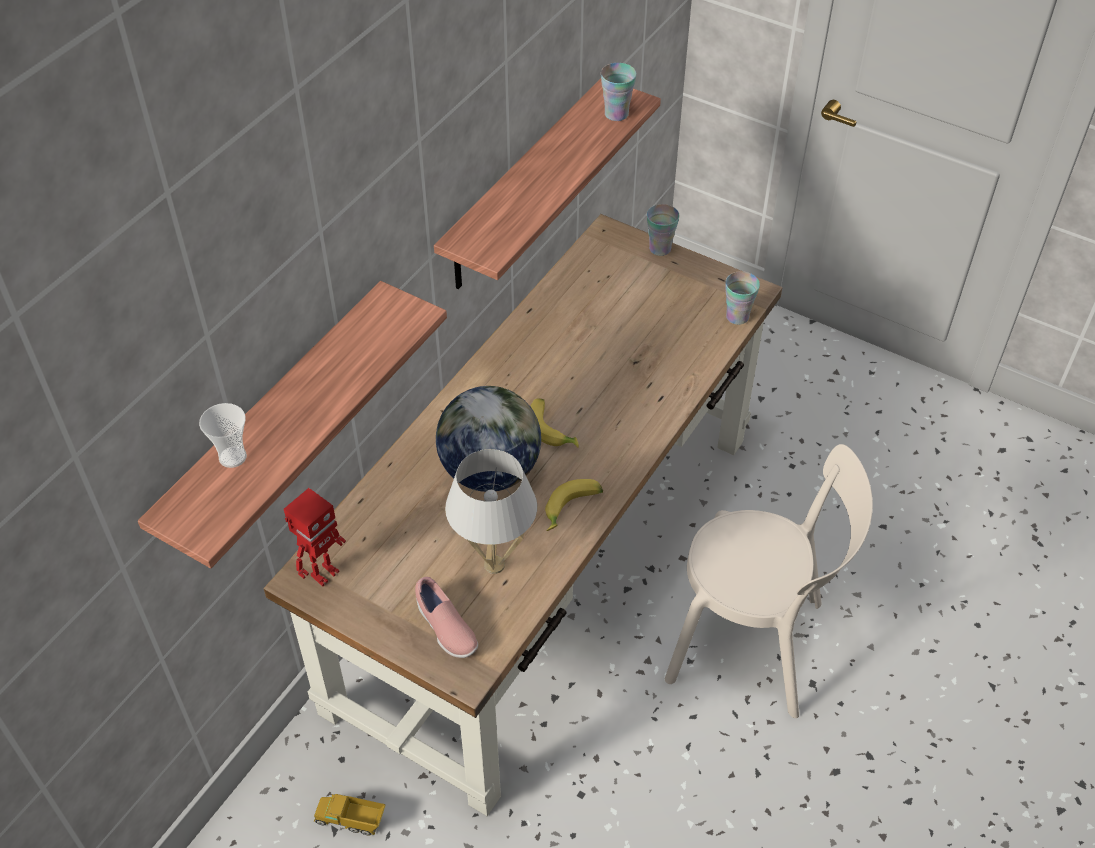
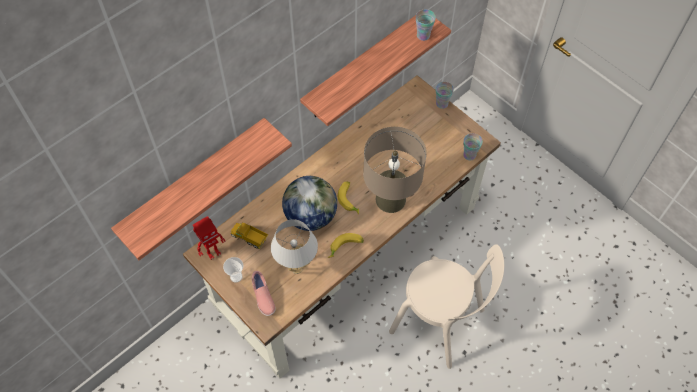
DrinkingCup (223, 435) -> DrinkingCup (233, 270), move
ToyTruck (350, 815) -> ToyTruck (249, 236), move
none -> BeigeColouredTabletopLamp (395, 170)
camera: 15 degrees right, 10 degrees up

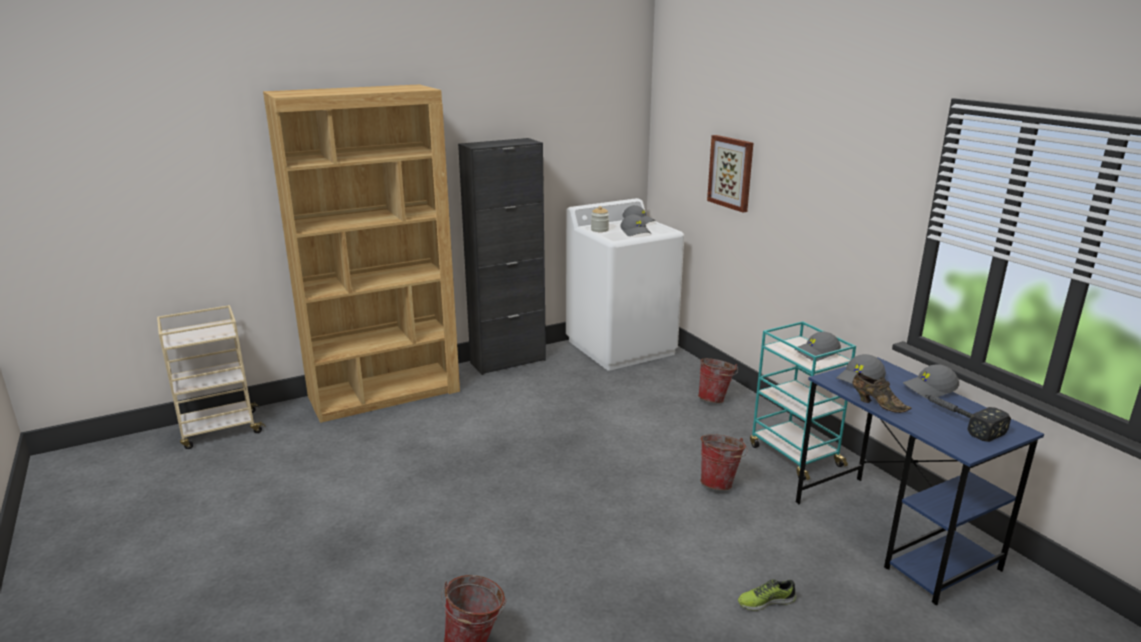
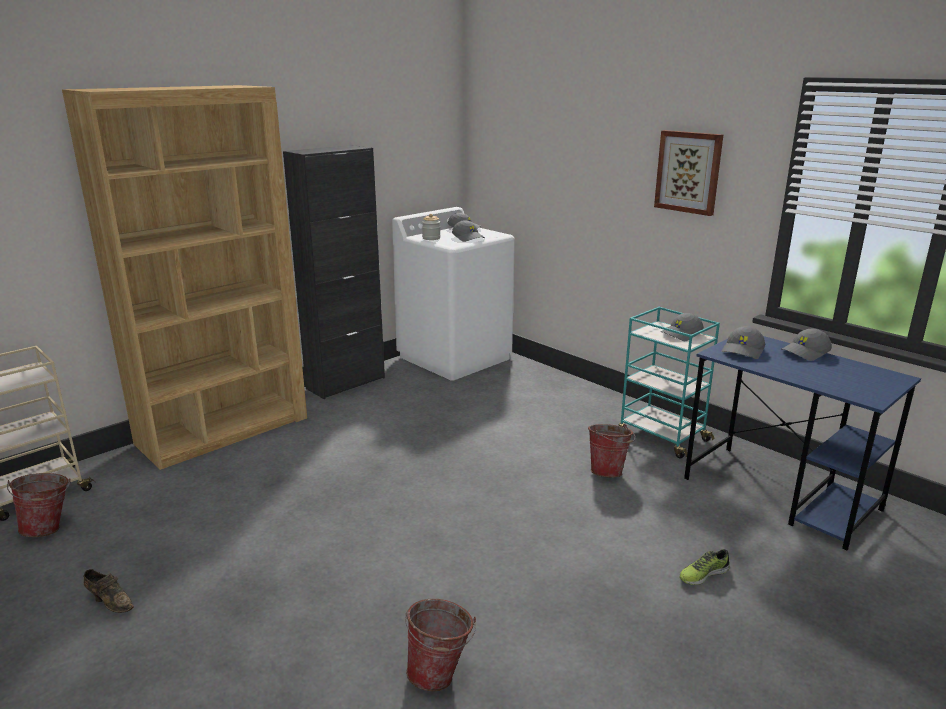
Bucket (718, 380) -> Bucket (39, 505), move
BrownShoe (881, 392) -> BrownShoe (109, 591), move
Picture (730, 173) -> Picture (688, 173), move
Hammer (968, 418) -> none
camera: 15 degrees left, 0 degrees up

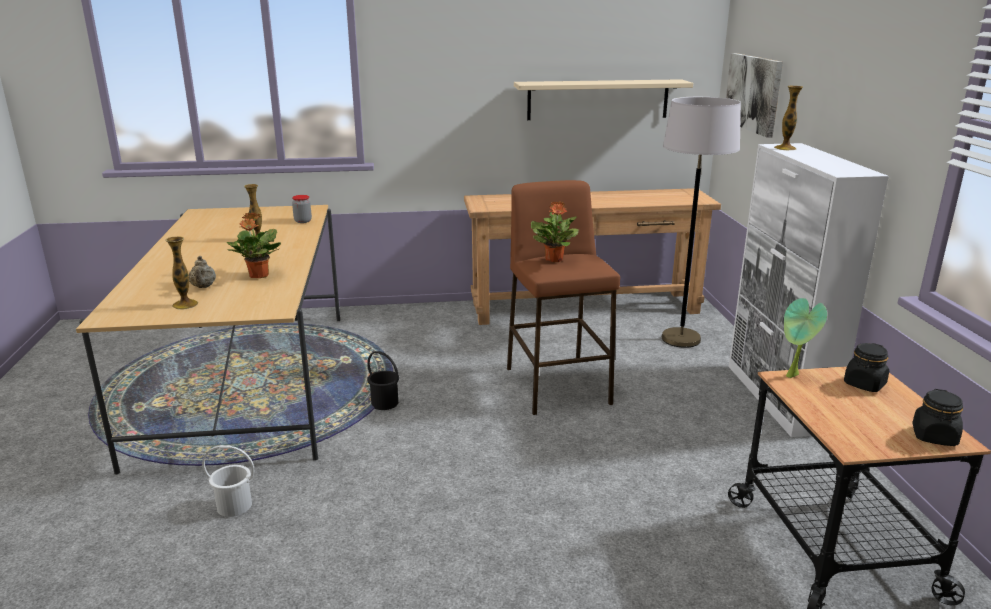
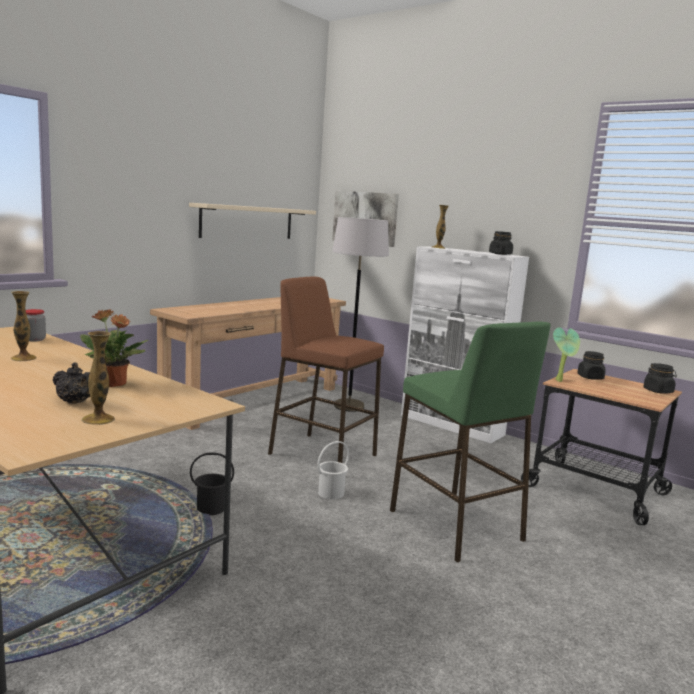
BeigeColouredPotForTea (202, 272) -> BlackPotForTea (71, 383)
WhiteBucket (228, 481) -> WhiteBucket (333, 470), move
none -> GreenColouredStool (470, 442)
none -> BlackJar (501, 243)
Houseplant (555, 231) -> none
camera: 45 degrees left, 10 degrees down

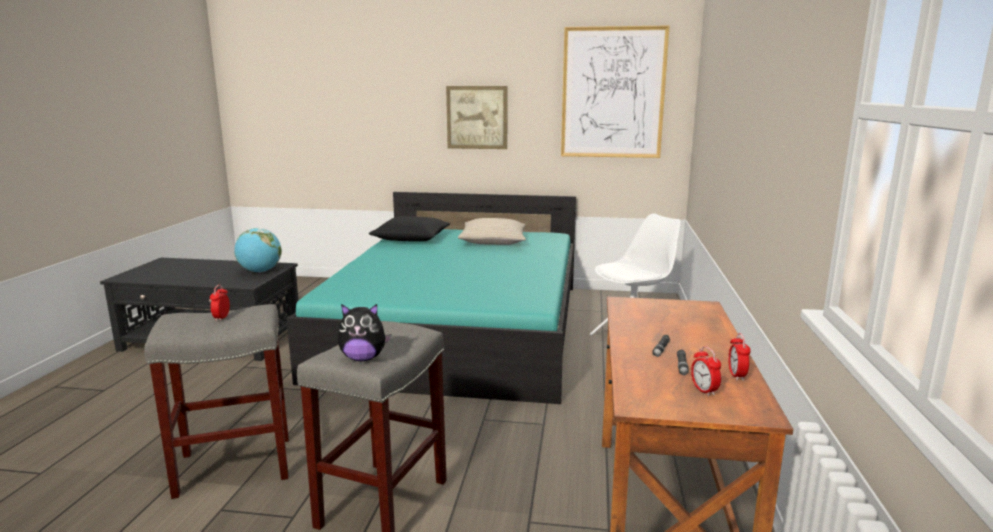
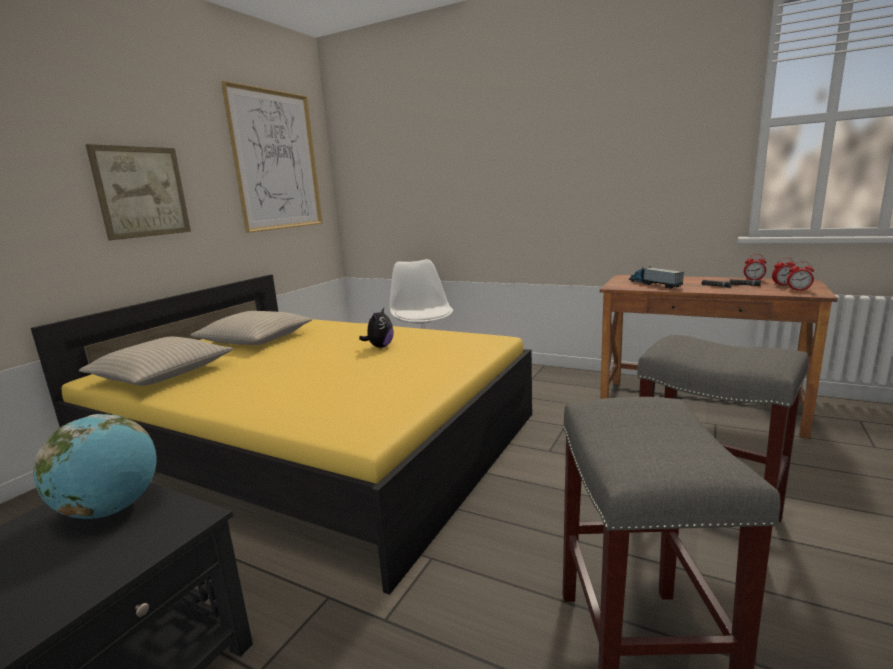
TurquoiseBed (431, 298) -> YellowishBed (281, 435)
BlackCushion (409, 229) -> BeigeColouredCushion (156, 361)
CuddlyToy (365, 332) -> CuddlyToy (376, 328), move
none -> ToyTruck (656, 277)
BedsideClock (220, 303) -> BedsideClock (800, 276), move
camera: 70 degrees left, 0 degrees up

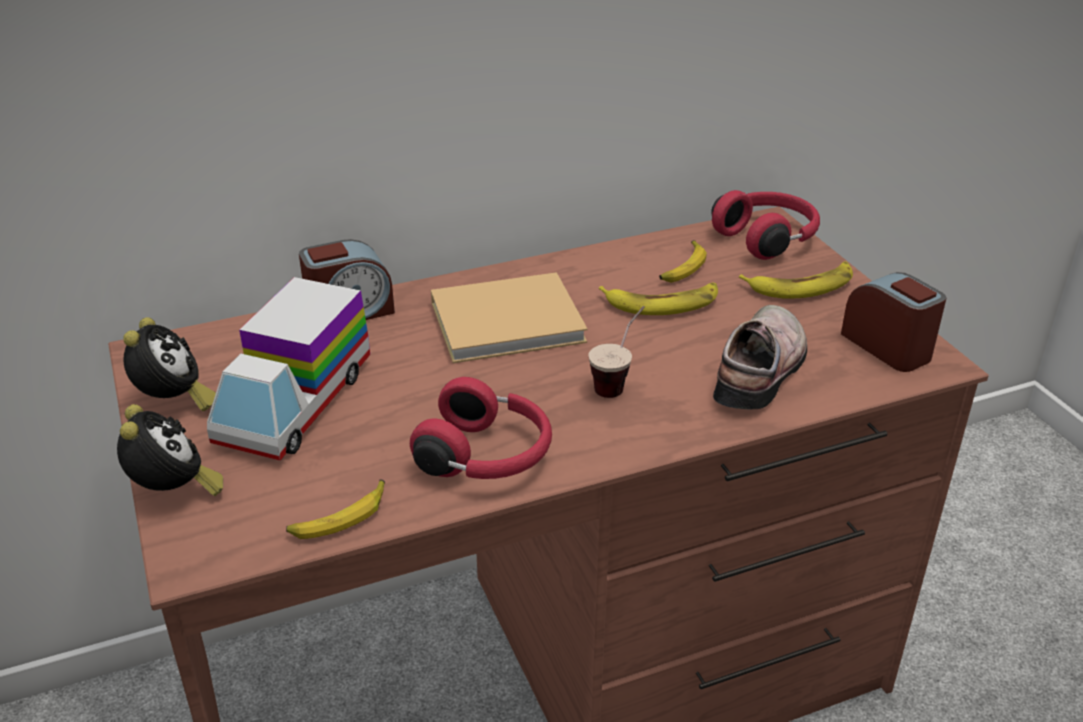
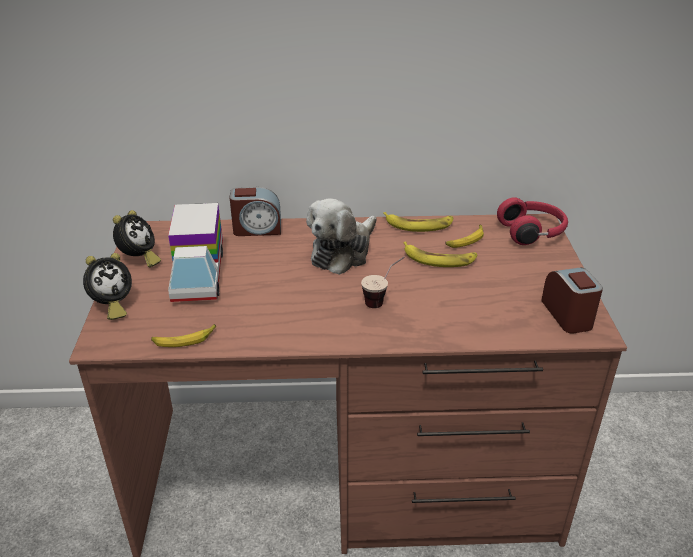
BedsideClock (170, 450) -> BedsideClock (107, 286), 45 degrees clockwise
ToyTruck (288, 369) -> ToyTruck (195, 252), 45 degrees counterclockwise
BeigeColouredBook (509, 317) -> CuddlyToy (341, 236)
BananaFruit (796, 280) -> BananaFruit (418, 222), move
ReddishPairOfHeadphones (481, 428) -> none
Shoe (760, 357) -> none
camera: 20 degrees right, 0 degrees up

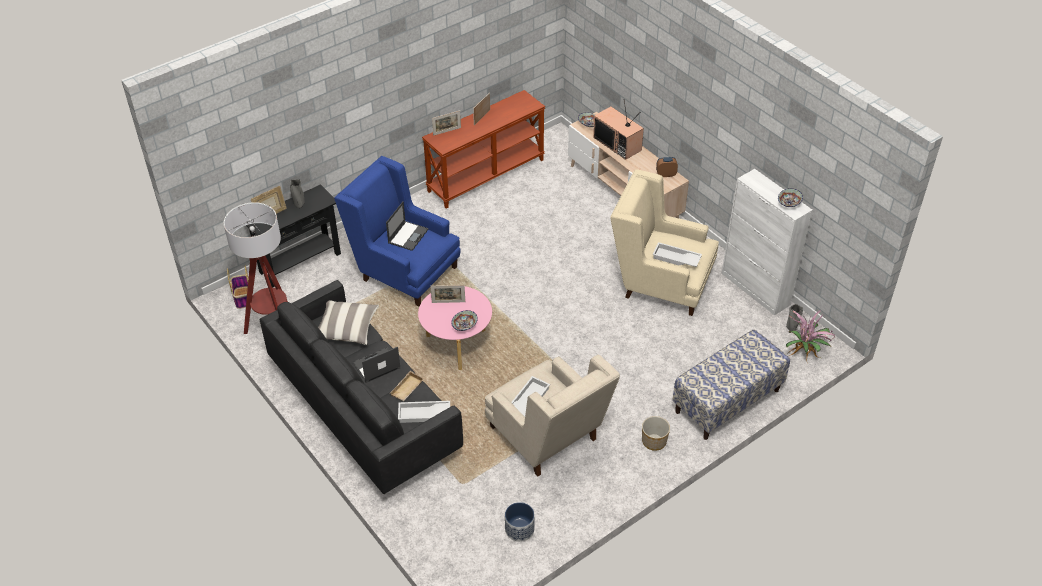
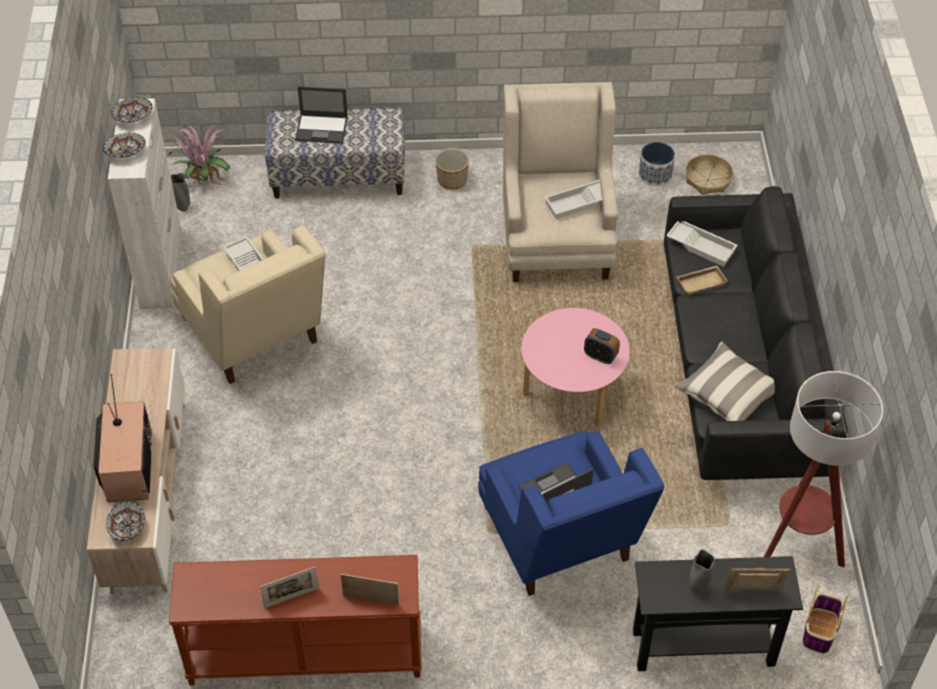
Bowl (464, 320) -> Bowl (124, 145), move
Laptop (377, 365) -> Laptop (321, 115), move
BedsideClock (667, 167) -> BedsideClock (602, 346), move
none -> StorageBasket (709, 174)
StandingFrame (447, 294) -> none
camera: 145 degrees left, 5 degrees up

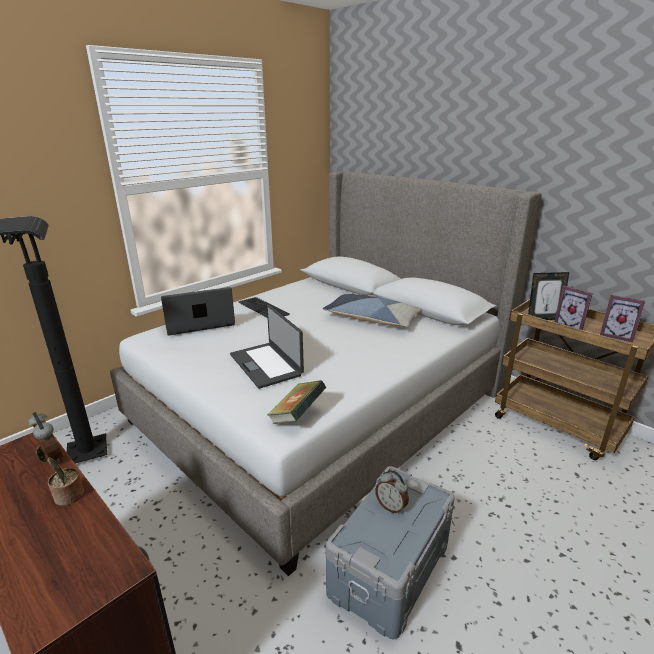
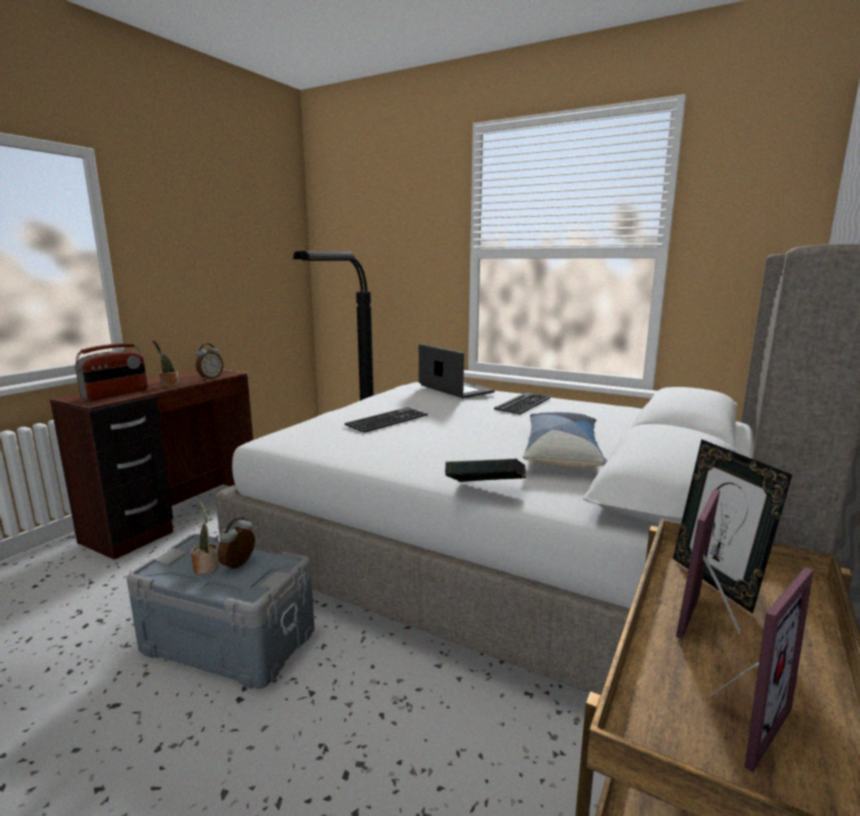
none -> RadioSet (111, 371)
none -> Houseplant (205, 538)
Laptop (267, 347) -> PcKeyboard (386, 420)
Book (296, 402) -> Book (485, 470), move
StandingFrame (622, 319) -> StandingFrame (760, 669), 150 degrees counterclockwise
camera: 75 degrees right, 10 degrees down

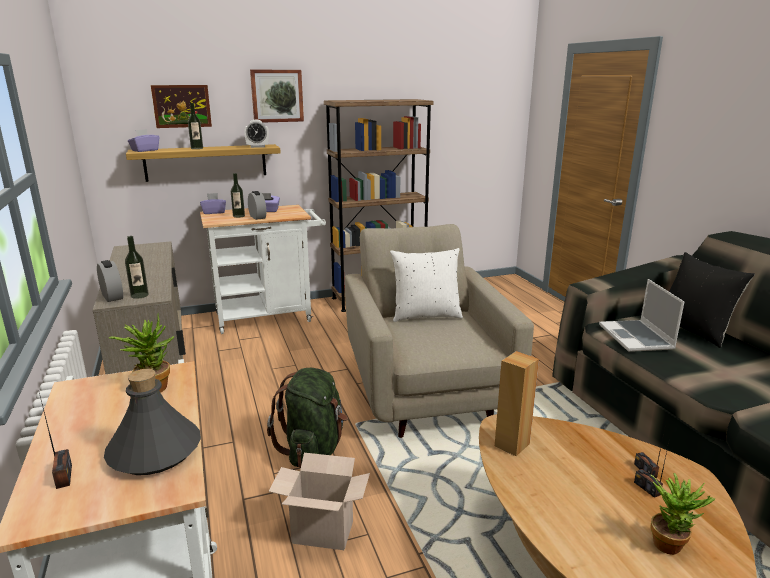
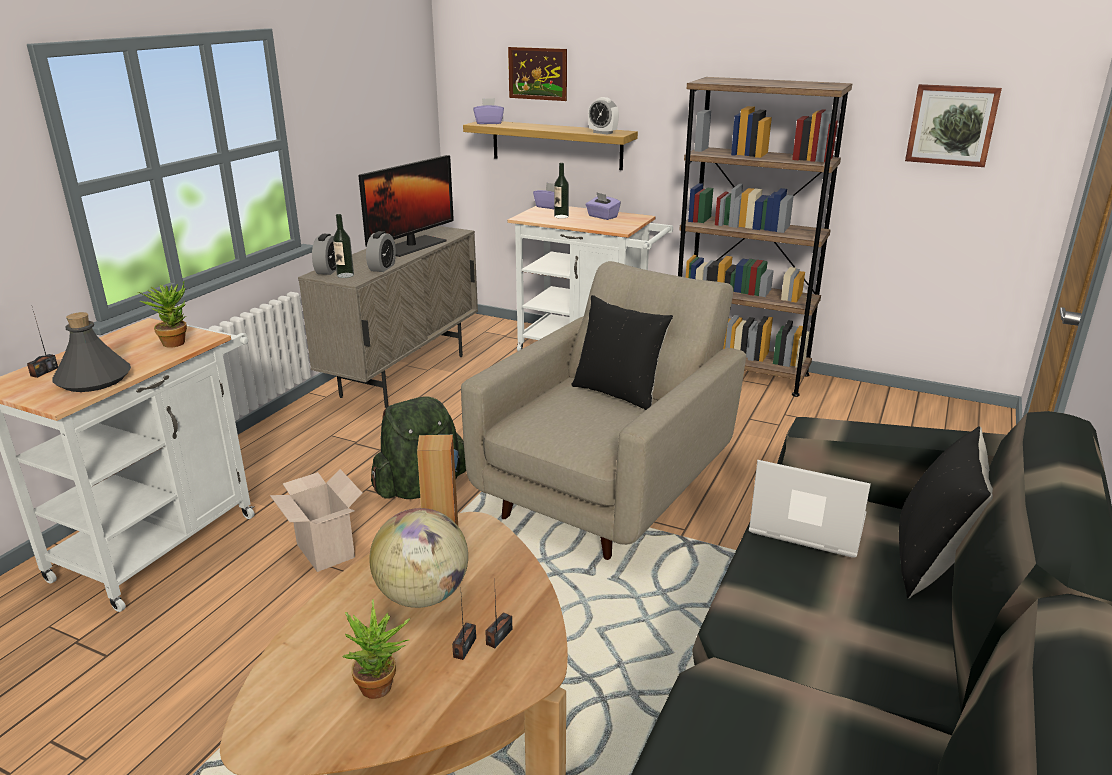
none -> ComputerDisplay (406, 206)
BedsideClock (257, 205) -> BedsideClock (381, 251), move
none -> DeskGlobe (418, 558)
WhiteCushion (426, 285) -> BlackCushion (622, 352)
Laptop (641, 315) -> Laptop (810, 509), 75 degrees clockwise
Picture (277, 96) -> Picture (953, 125), move
BeverageBottle (195, 126) -> none
camera: 45 degrees right, 5 degrees up

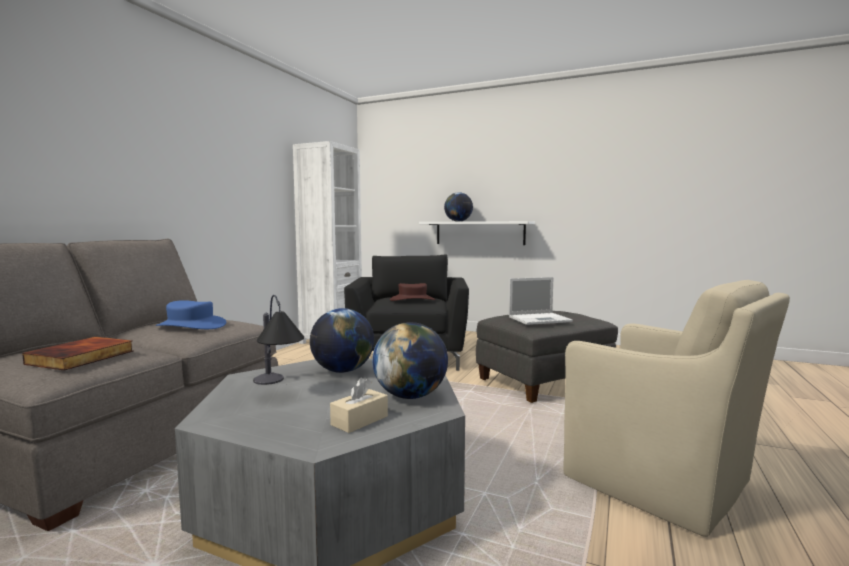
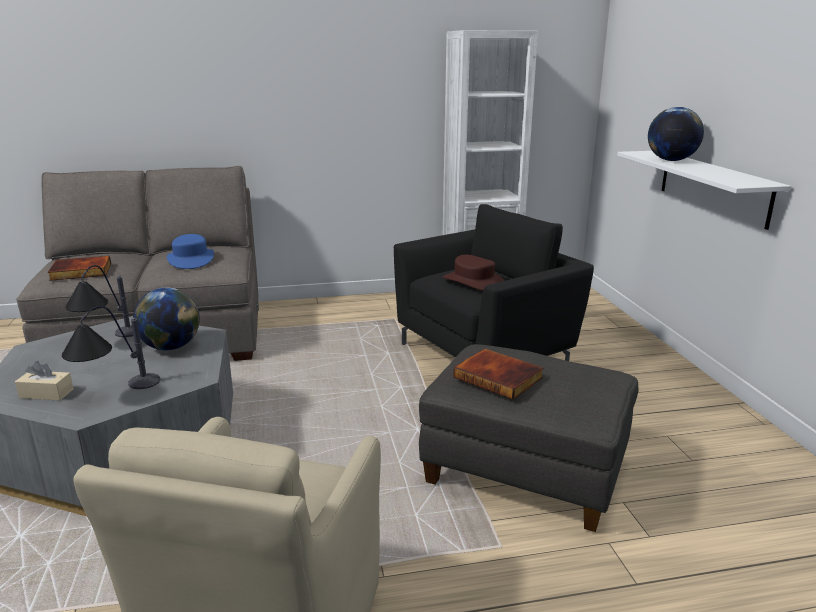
DeskGlobe (410, 360) -> TabletopLamp (111, 347)
Laptop (540, 301) -> Book (498, 374)
camera: 55 degrees right, 15 degrees up

